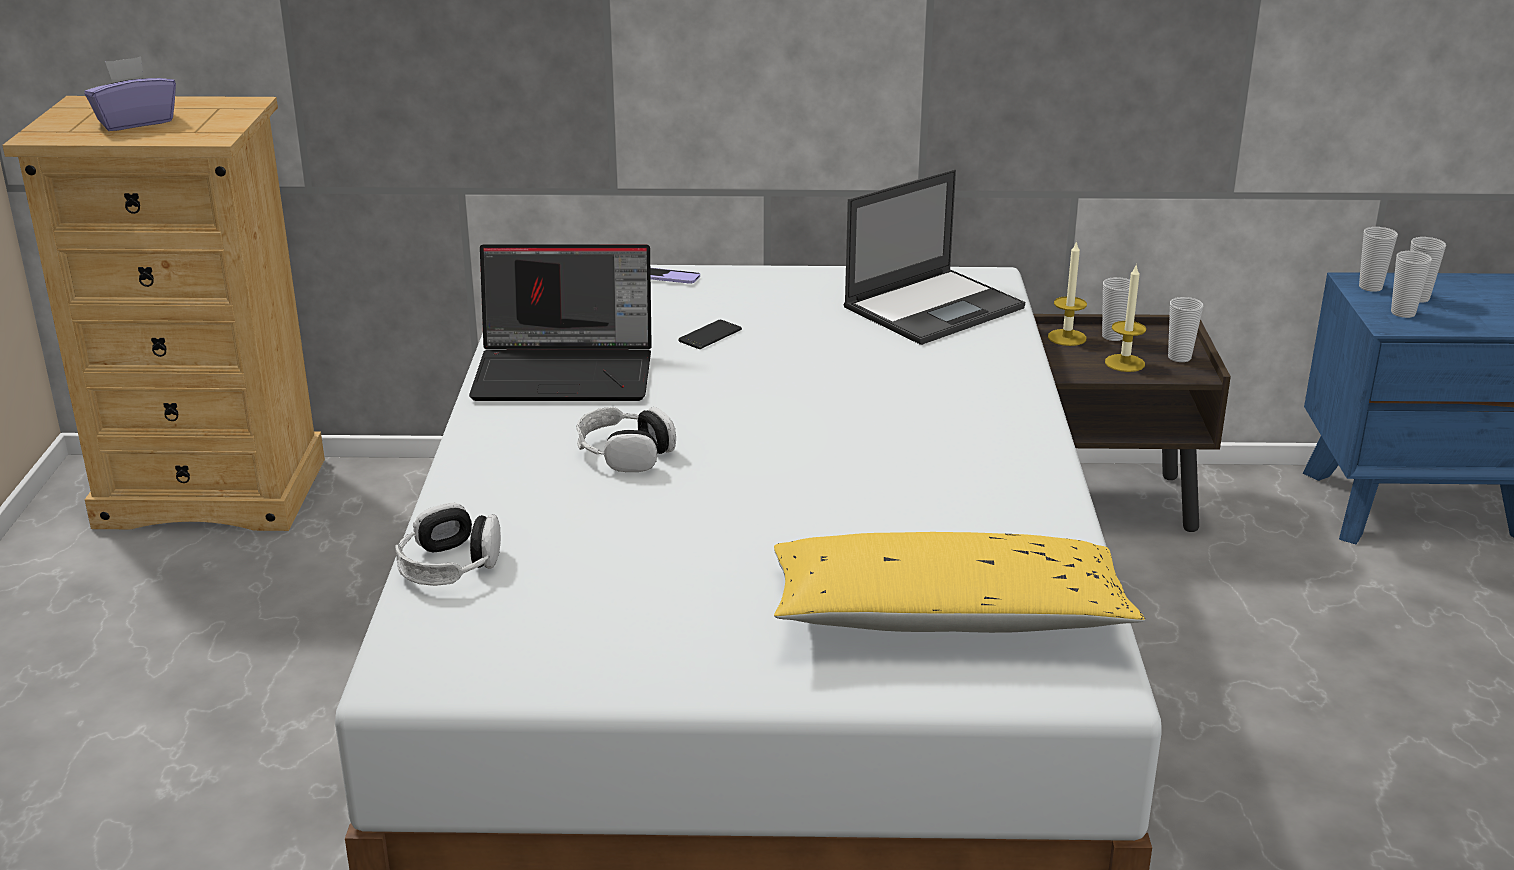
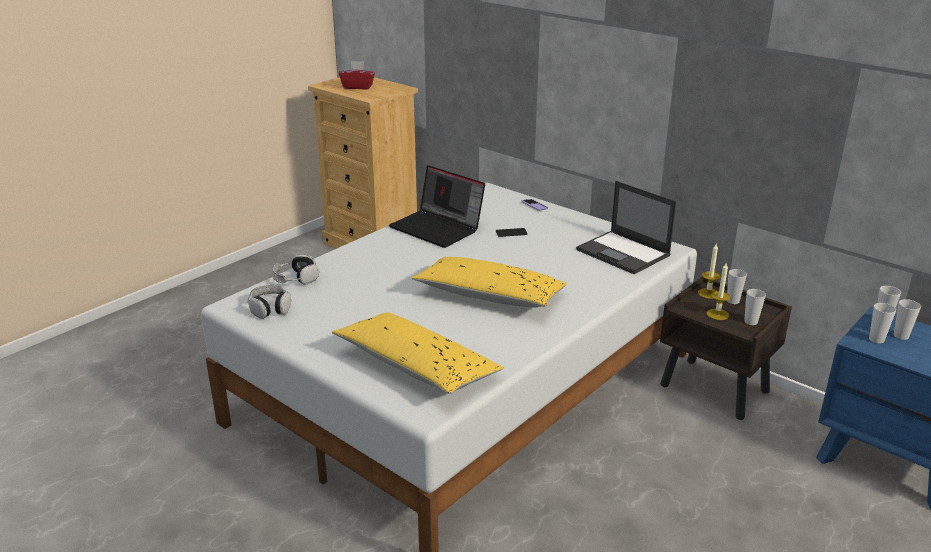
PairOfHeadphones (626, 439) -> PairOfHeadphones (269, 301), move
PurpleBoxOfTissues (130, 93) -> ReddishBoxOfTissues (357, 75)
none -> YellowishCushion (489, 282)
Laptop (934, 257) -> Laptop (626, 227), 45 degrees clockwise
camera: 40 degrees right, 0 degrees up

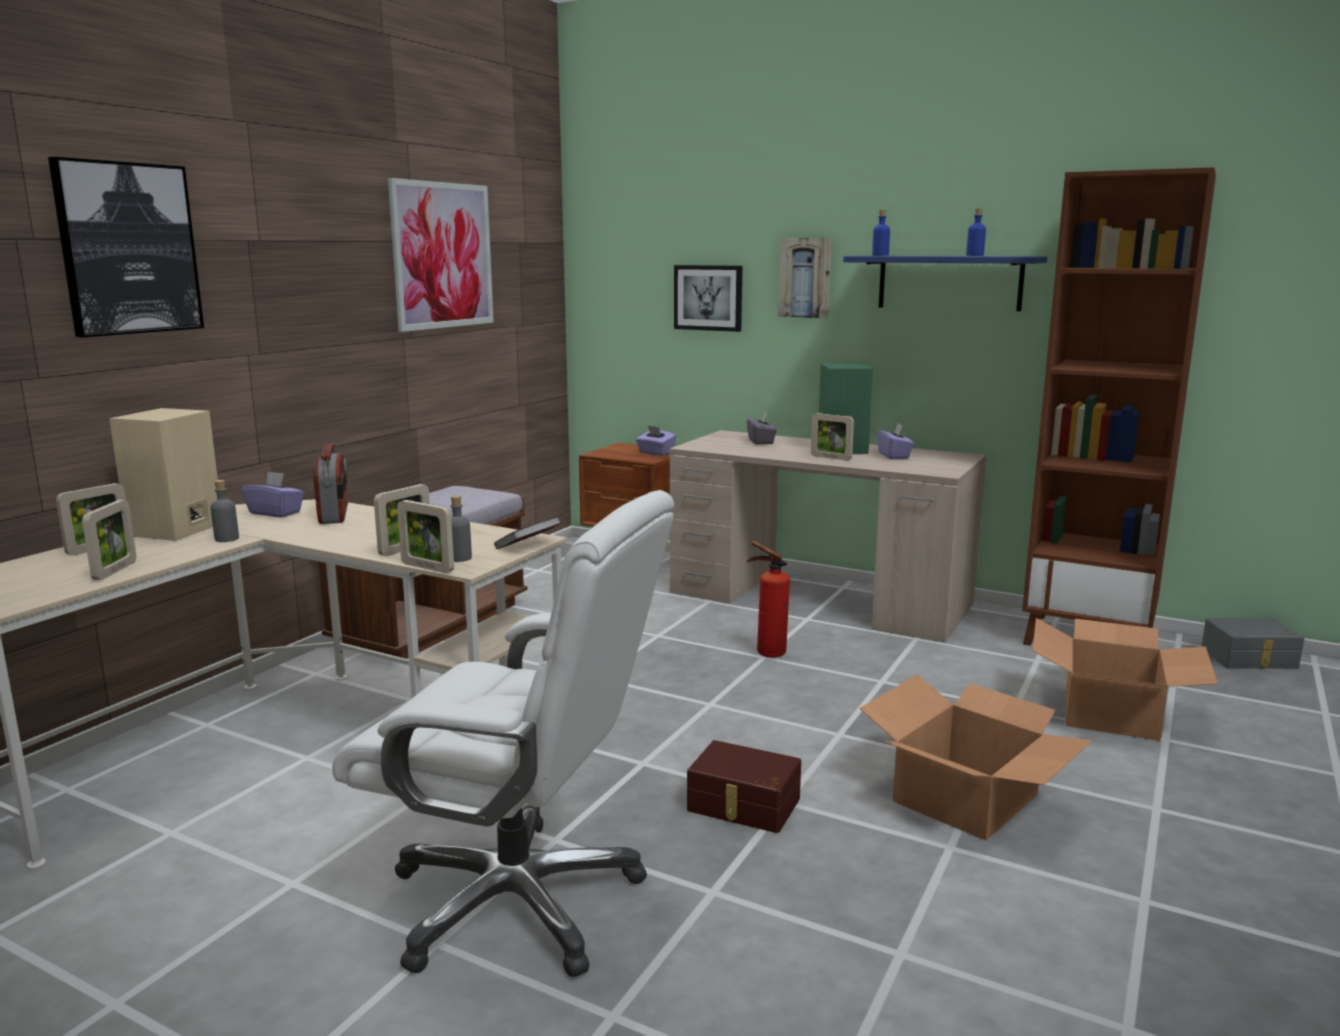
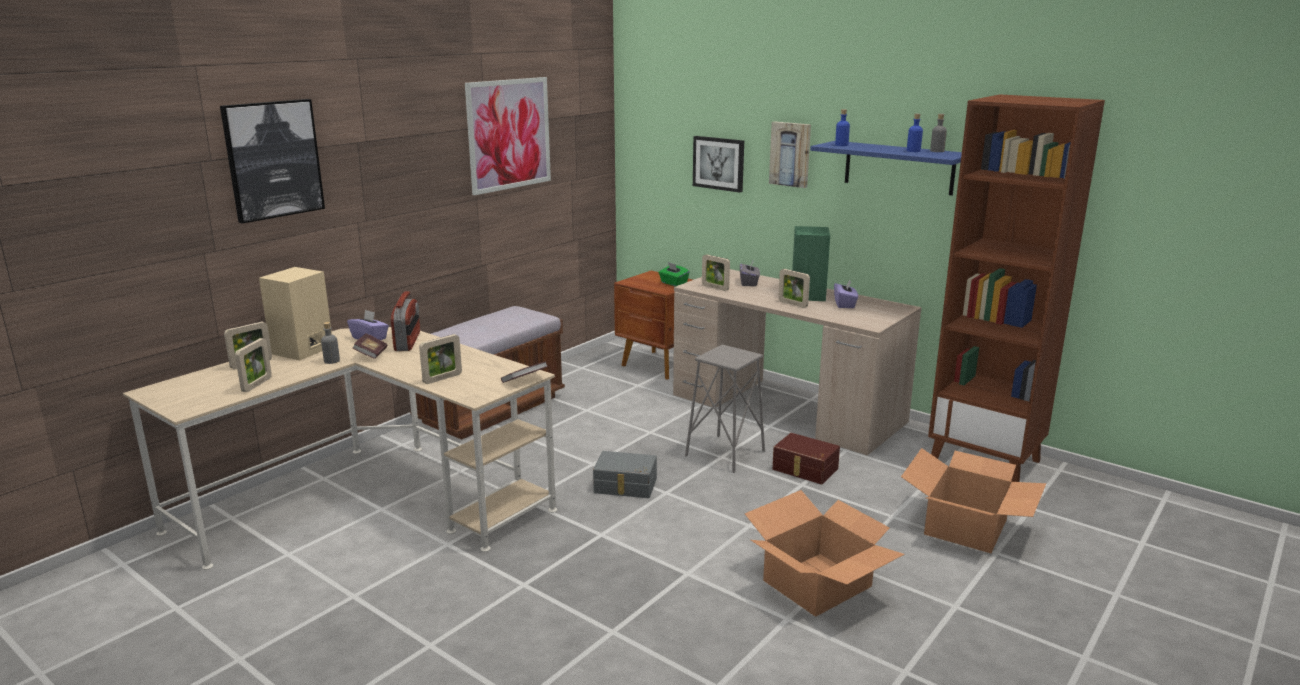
none -> Book (370, 346)
GreyStorageContainer (1253, 643) -> GreyStorageContainer (625, 474), move
PurpleBoxOfTissues (656, 440) -> GreenColouredBoxOfTissues (674, 274)
Extinguisher (768, 599) -> GreyStool (725, 408)
StandingFrame (425, 536) -> StandingFrame (716, 272), move
BrownStorageContainer (744, 786) -> BrownStorageContainer (806, 458), move
GreyBeverageBottle (461, 528) -> GreyBeverageBottle (938, 133), move
WhiteComputerChair (503, 733) -> none
camera: 10 degrees right, 5 degrees up

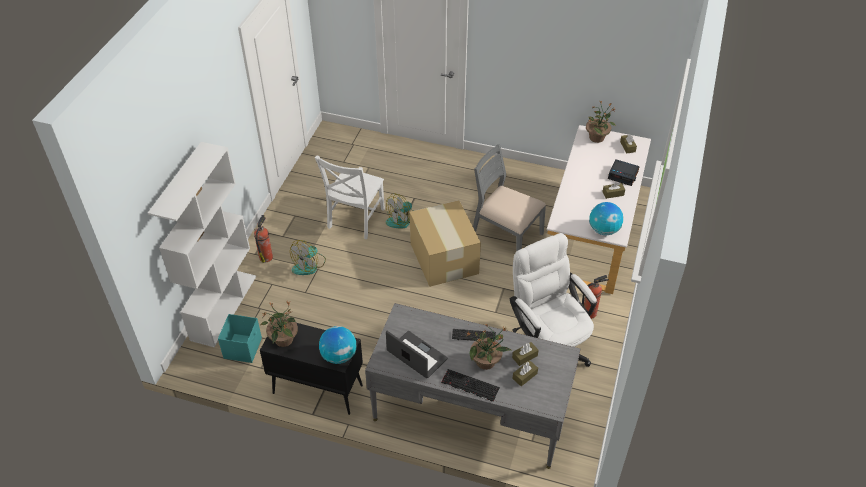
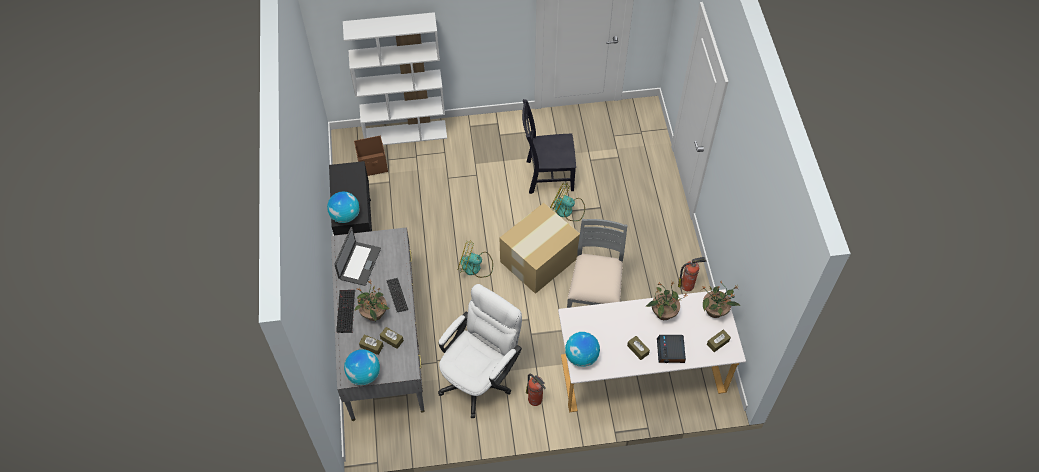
none -> DeskGlobe (362, 367)
TurquoiseStorageContainer (240, 338) -> BrownStorageContainer (371, 156)
ElectricFan (308, 257) -> ElectricFan (475, 259), move
WhiteUprightChair (350, 197) -> BlackUprightChair (549, 146)
Houseplant (279, 324) -> Houseplant (666, 301), move
Extinguisher (263, 239) -> Extinguisher (692, 274), move
camera: 65 degrees right, 10 degrees up

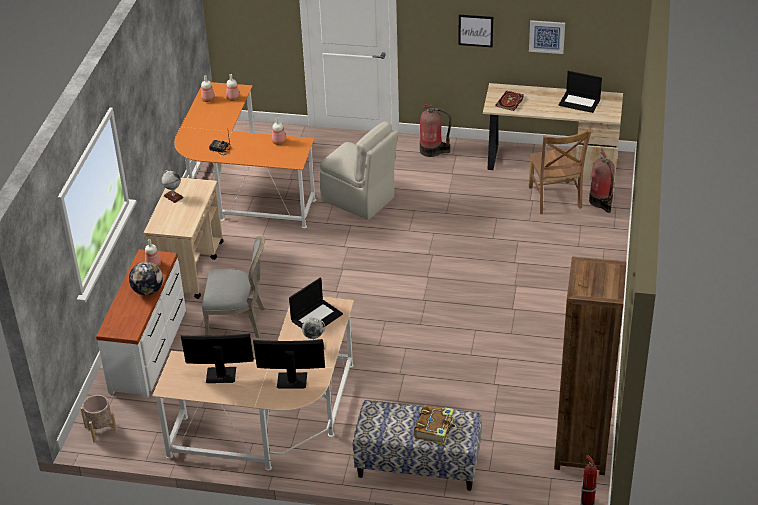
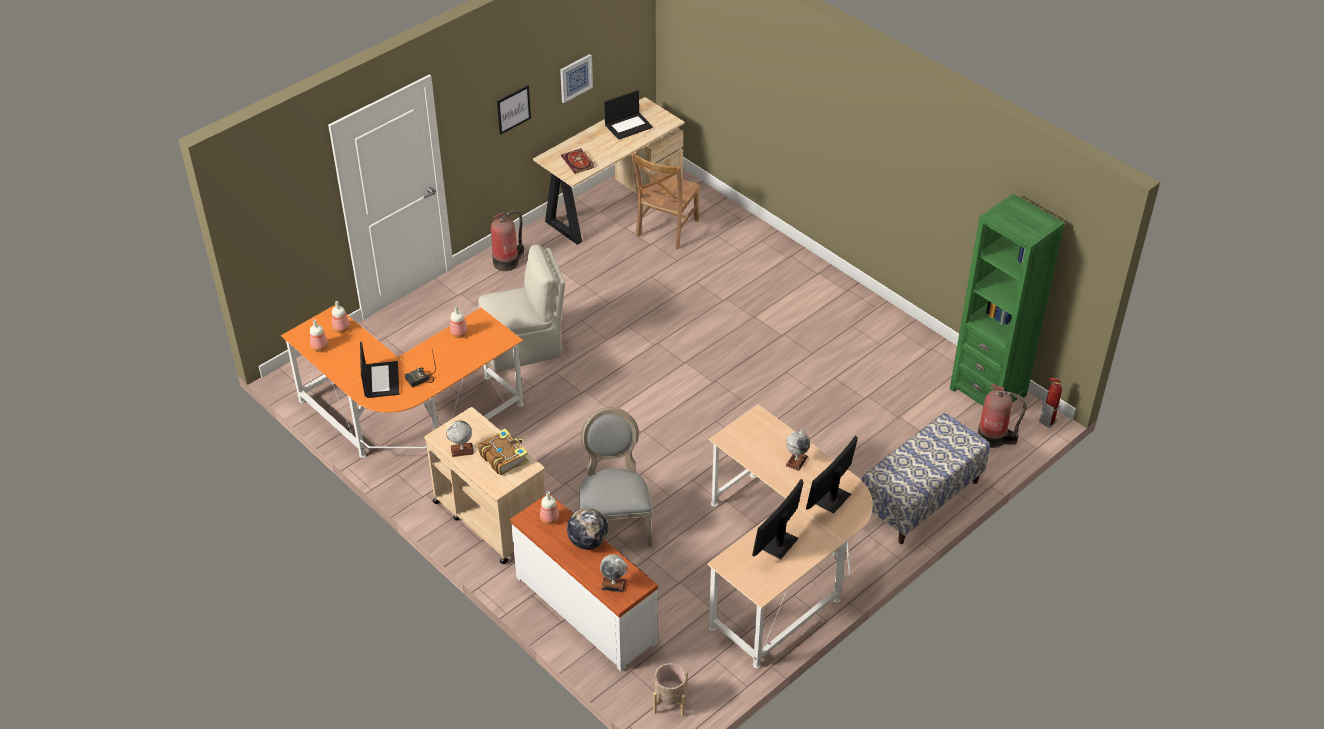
Laptop (316, 303) -> Laptop (379, 370), move
Book (435, 425) -> Book (503, 452), move
GreyUprightChair (233, 287) -> GreyUprightChair (616, 477), 45 degrees counterclockwise
none -> DeskGlobe (614, 573)
BrownUprightChair (560, 171) -> BrownUprightChair (665, 200), 90 degrees clockwise
BrownShelvingUnit (590, 365) -> GreenColouredShelvingUnit (1007, 300)
Extinguisher (602, 181) -> Extinguisher (1001, 416), move
camera: 55 degrees left, 5 degrees up

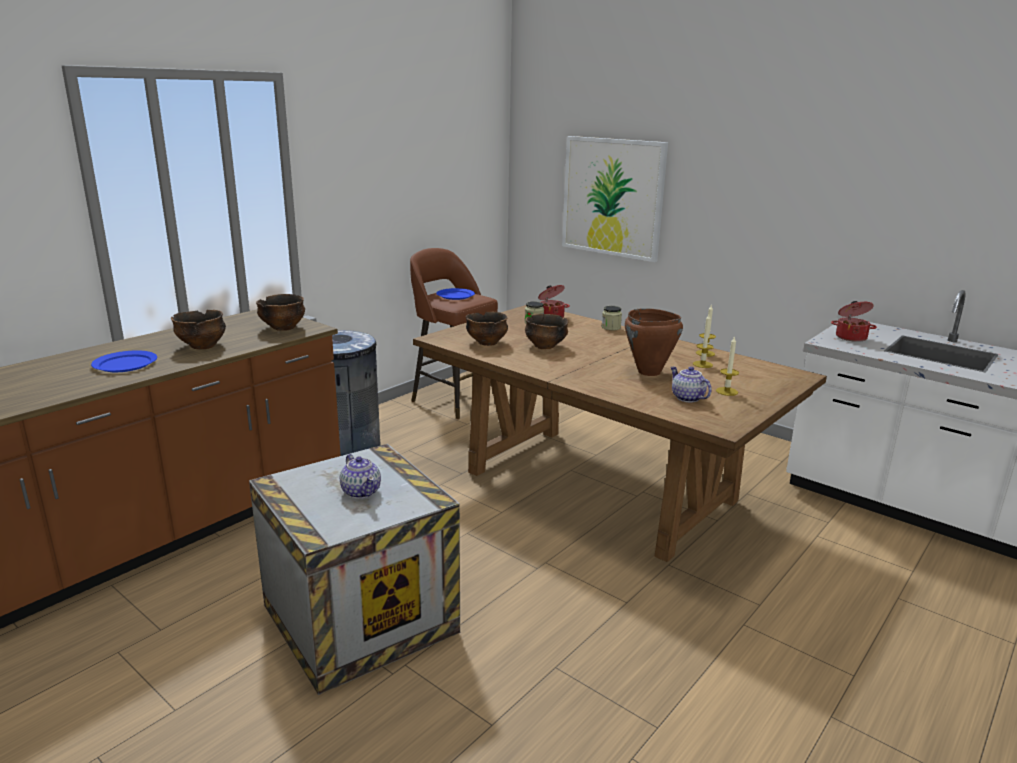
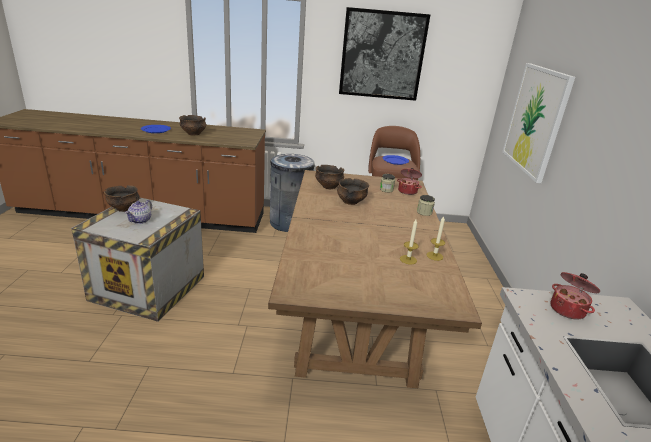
Bowl (280, 312) -> Bowl (122, 198), move
none -> Picture (384, 54)
BrownCookingPot (654, 342) -> none
PotForTea (691, 384) -> none
WaxCandle (727, 366) -> none
camera: 50 degrees right, 5 degrees up

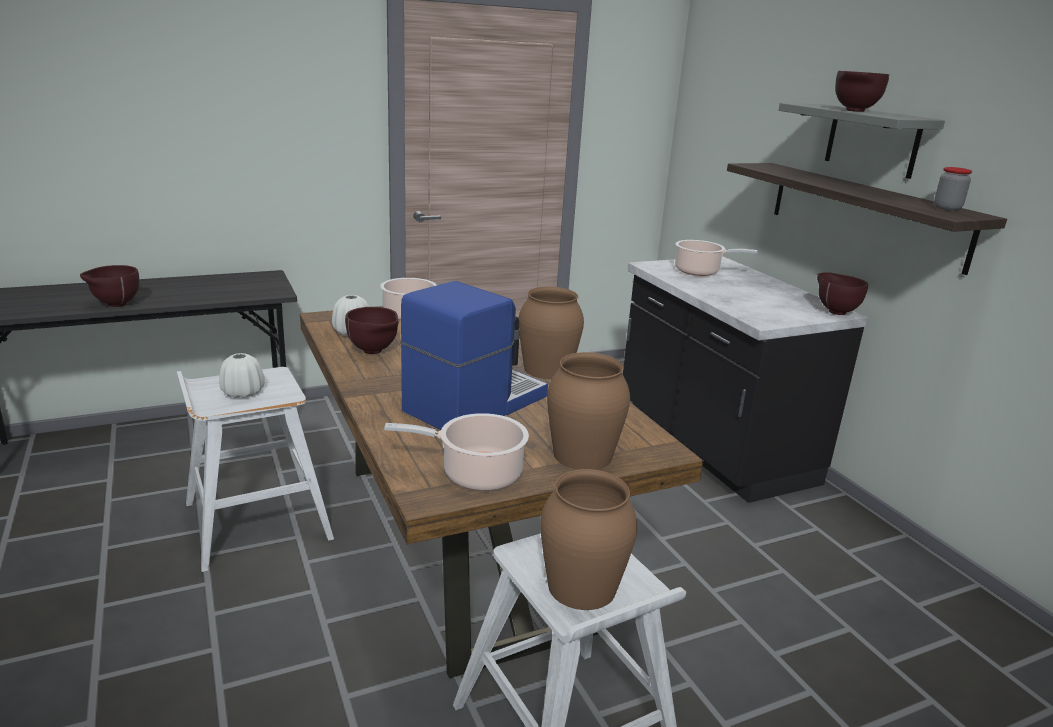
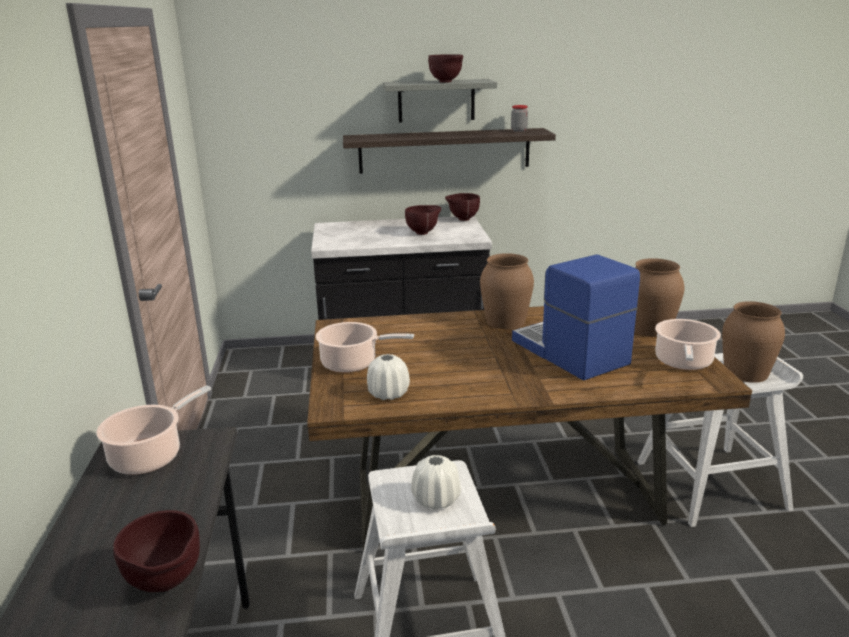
CookingPot (716, 258) -> CookingPot (153, 430), move
BrownBowl (372, 330) -> BrownBowl (423, 220), move
camera: 70 degrees left, 0 degrees up

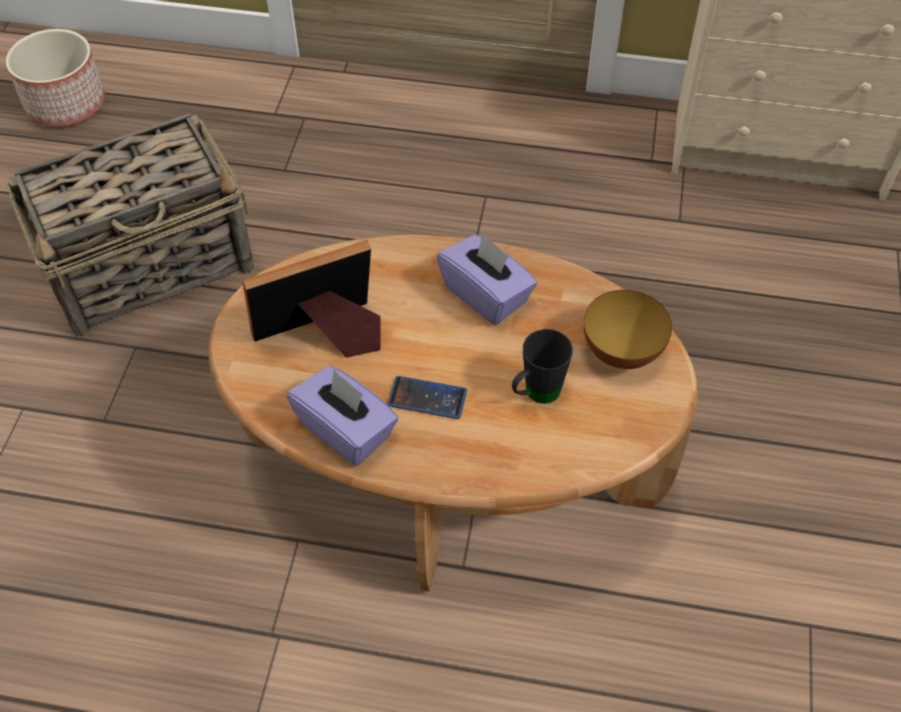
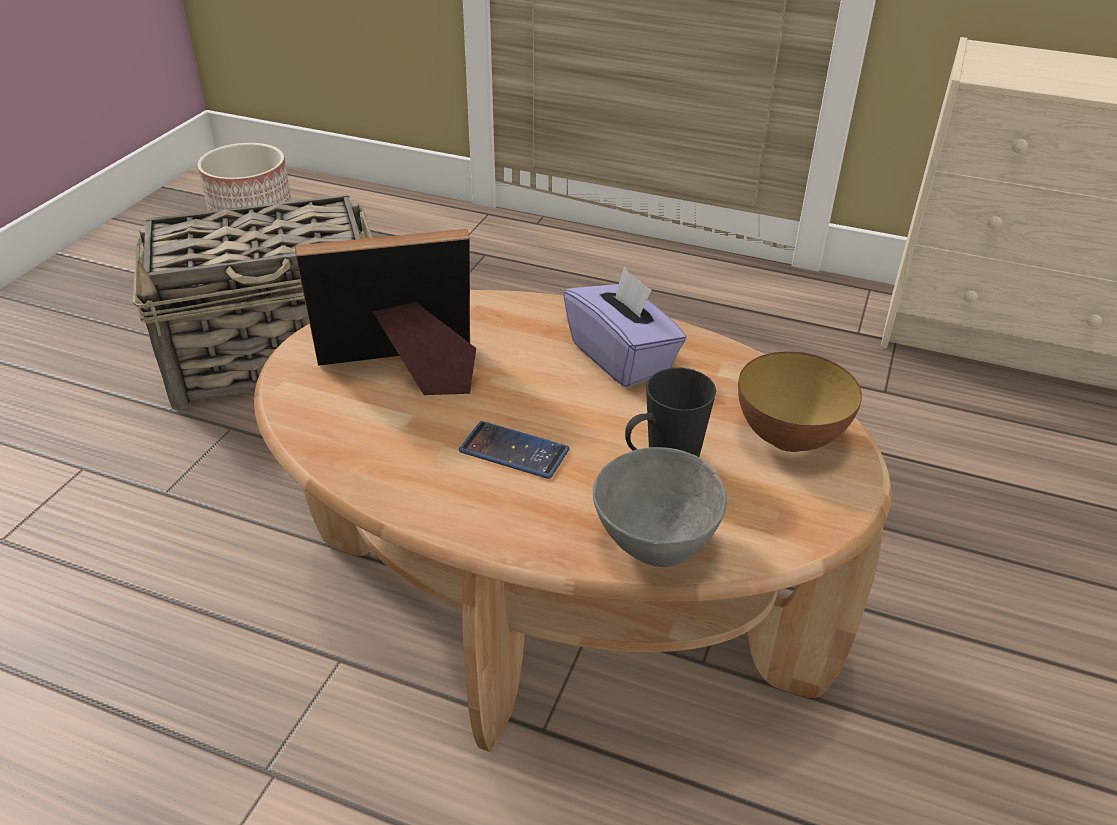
none -> GreyBowl (660, 507)
PurpleBoxOfTissues (342, 416) -> none
camera: 10 degrees right, 15 degrees down

